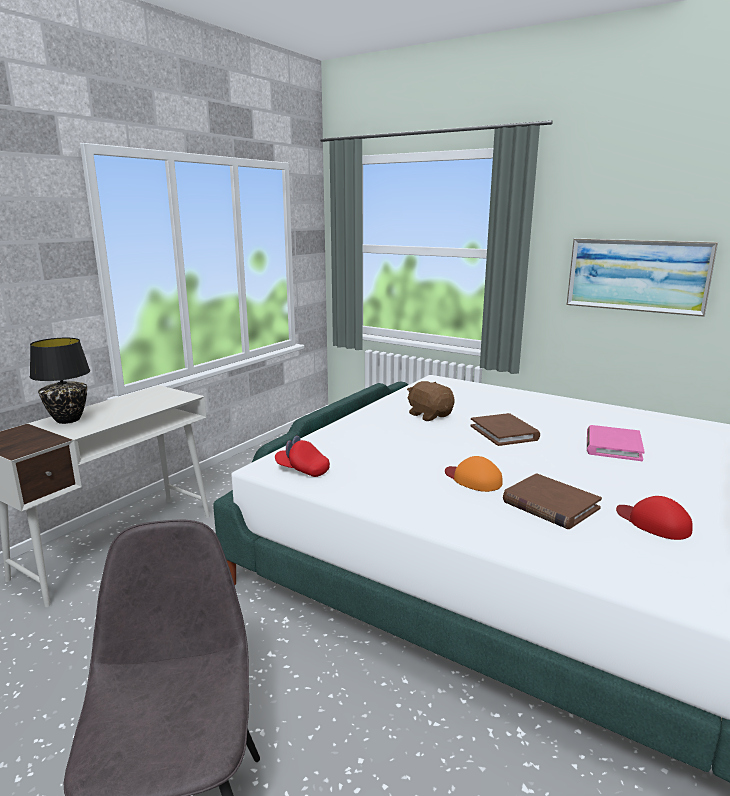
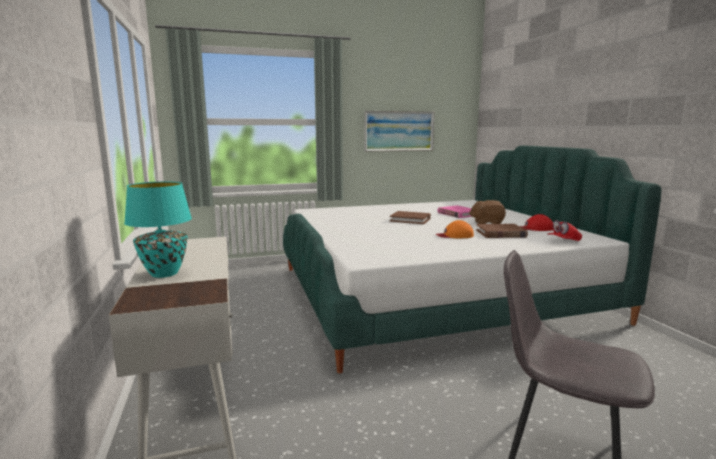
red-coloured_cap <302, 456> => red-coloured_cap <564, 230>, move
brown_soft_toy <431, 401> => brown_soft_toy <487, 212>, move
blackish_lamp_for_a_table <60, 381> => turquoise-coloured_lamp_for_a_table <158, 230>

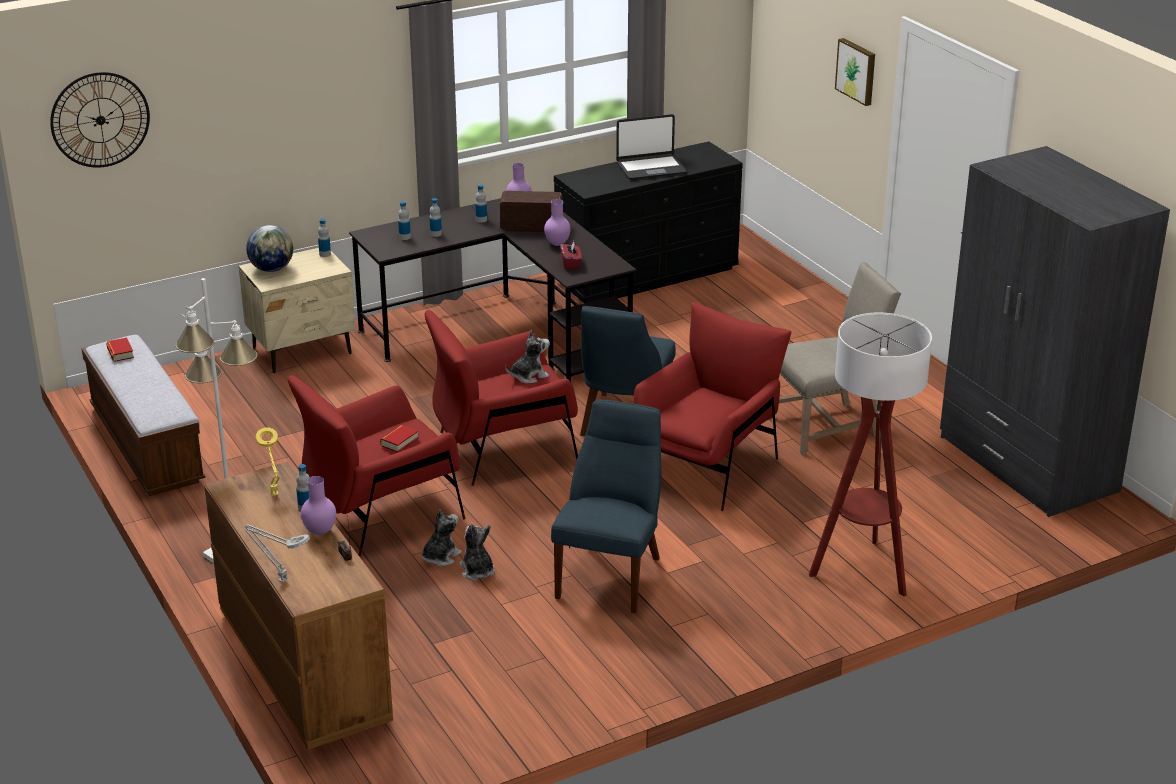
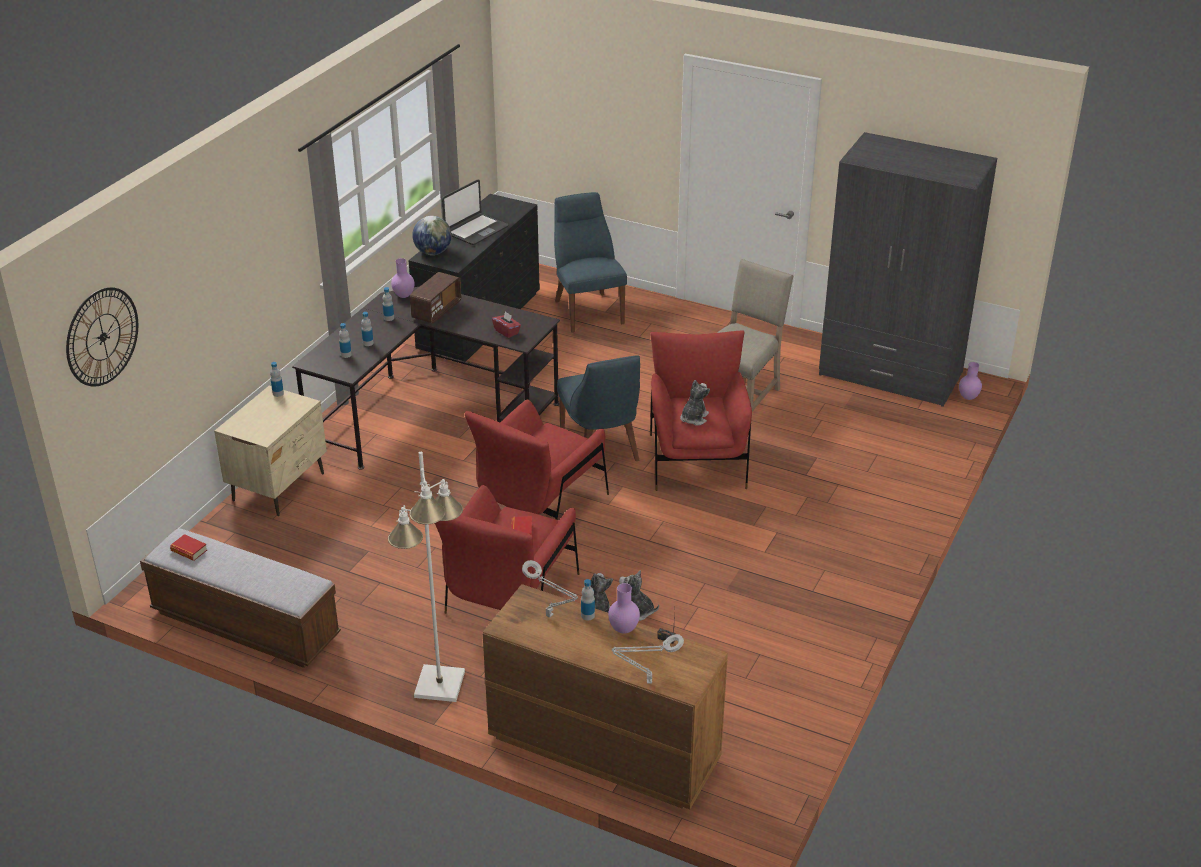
standard_lamp <870, 455> => nothing
picture <855, 72> => nothing
world_globe <269, 248> => world_globe <431, 235>, move
soft_toy <527, 357> => soft_toy <695, 403>, move
purplish_vase <557, 222> => purplish_vase <970, 381>, move
bluish_plain_chair <606, 507> => bluish_plain_chair <590, 262>, move
yellow_lamp_for_a_table <268, 461> => gray_lamp_for_a_table <550, 589>
radio_receiver <531, 211> => radio_receiver <435, 297>, 150 degrees clockwise

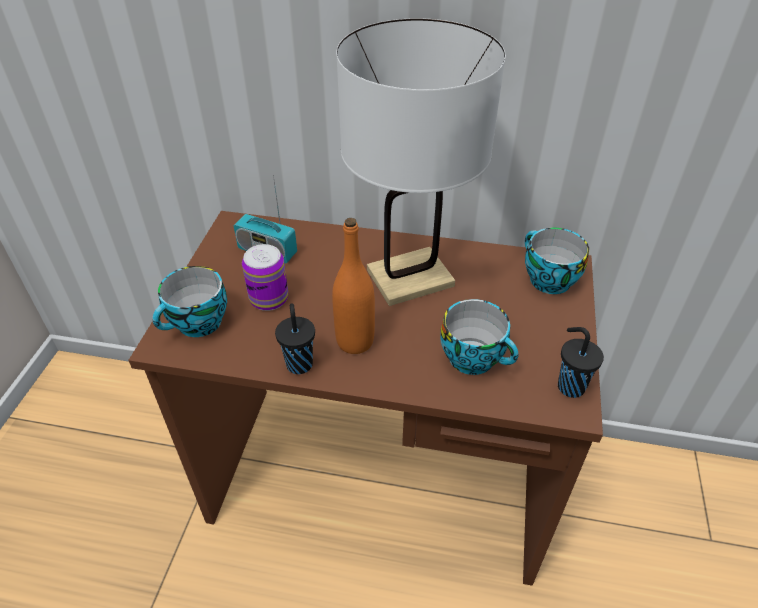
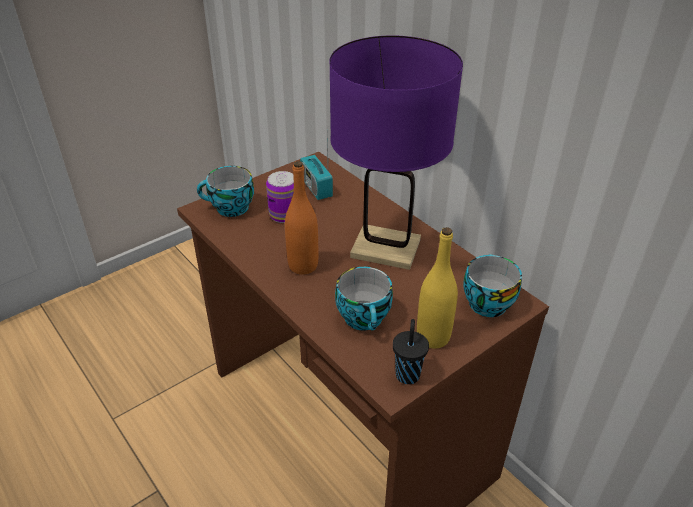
blackish_drinking_cup <295, 338> => nothing
nothing => yellow_beverage_bottle <437, 288>
white-coloured_lamp_for_a_table <421, 162> => purplish_lamp_for_a_table <396, 153>

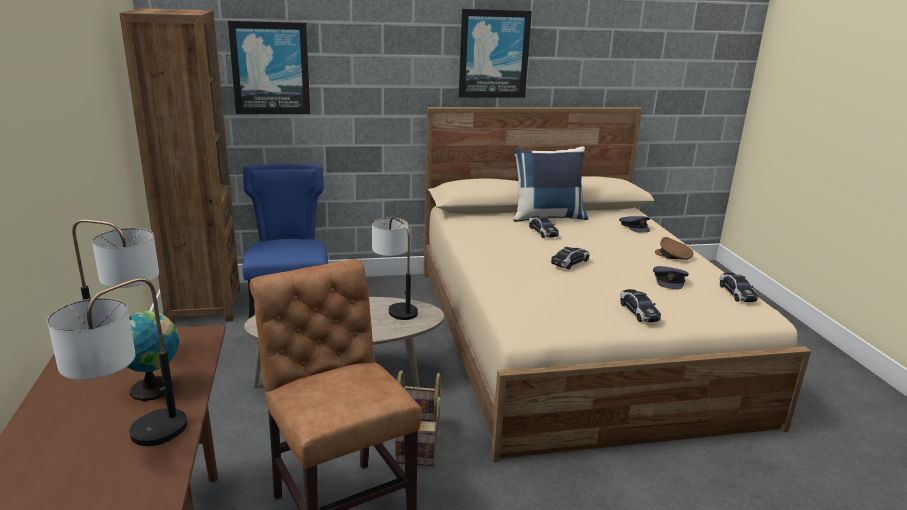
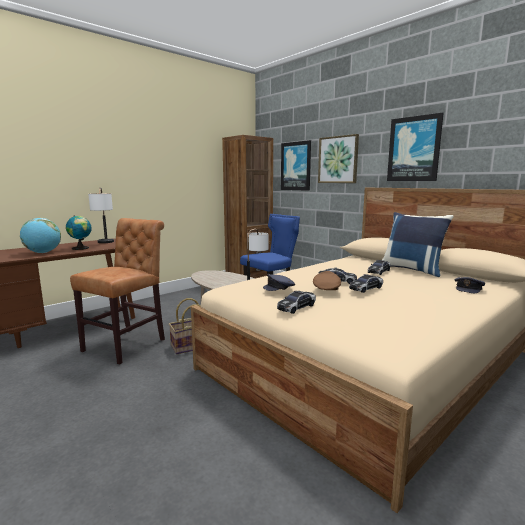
nothing => picture <338, 158>
gray_cap <671, 277> => gray_cap <279, 282>, move
brown_cap <674, 248> => brown_cap <327, 280>, move
miniature_car <738, 287> => miniature_car <366, 283>, move
lamp_for_a_table <117, 362> => world_globe <40, 235>

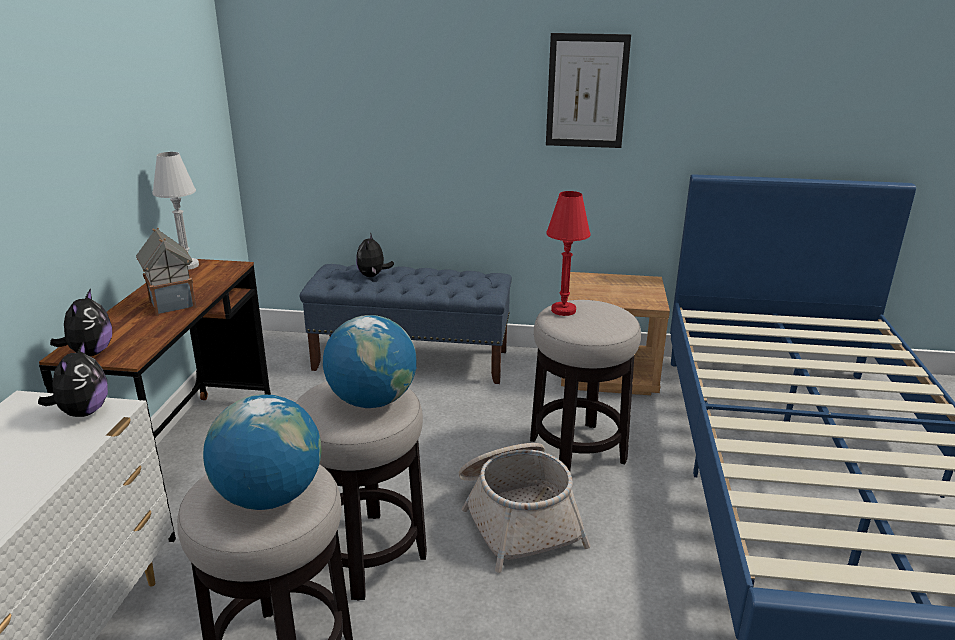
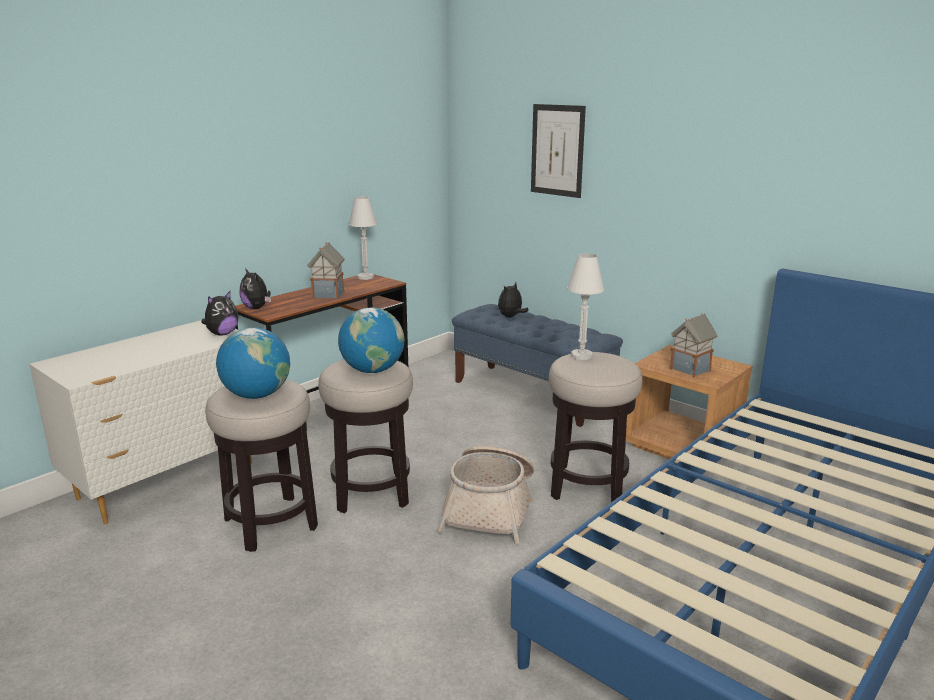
nothing => model_house <694, 345>
picture <588, 90> => picture <558, 151>, move
red-coloured_lamp_for_a_table <568, 253> => white-coloured_lamp_for_a_table <585, 306>
soft_toy <81, 322> => soft_toy <255, 288>, 105 degrees clockwise

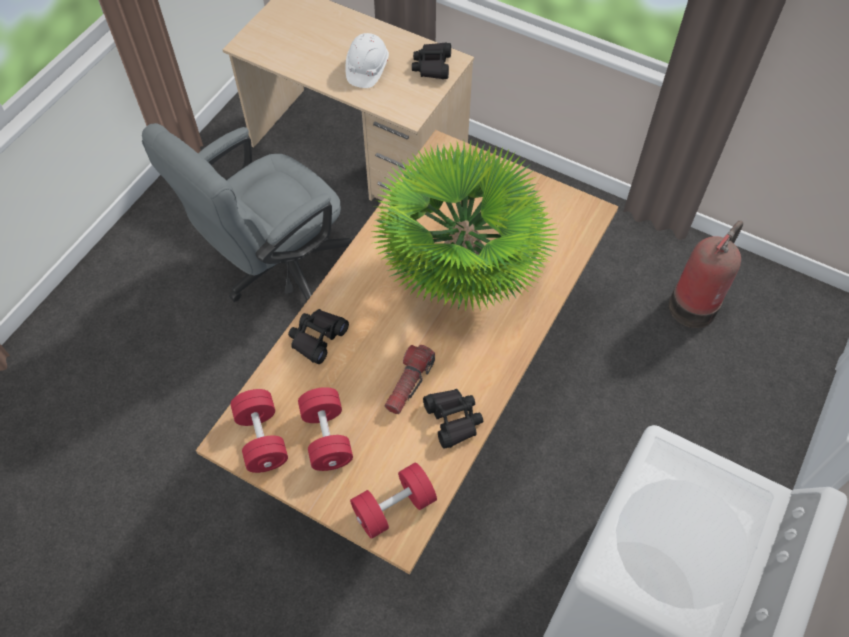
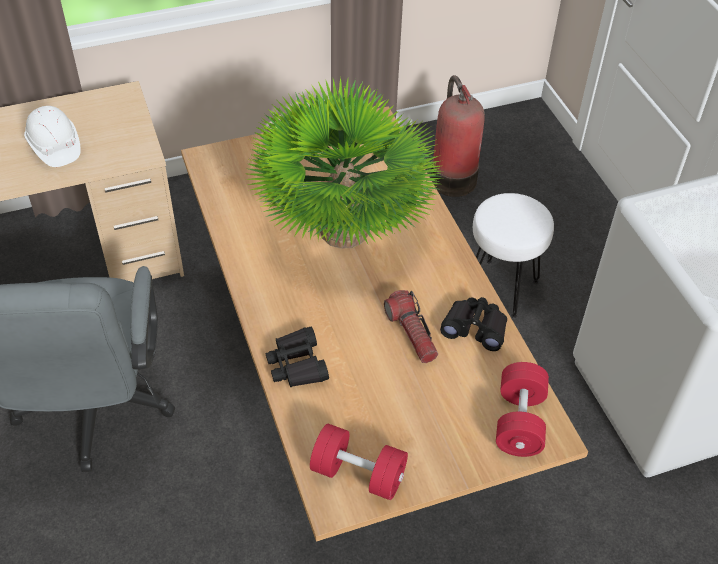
red-coloured_dumbbell <325, 429> => nothing
blackish_pair_of_binoculars <431, 60> => nothing
nothing => white-coloured_sitting_stool <513, 255>

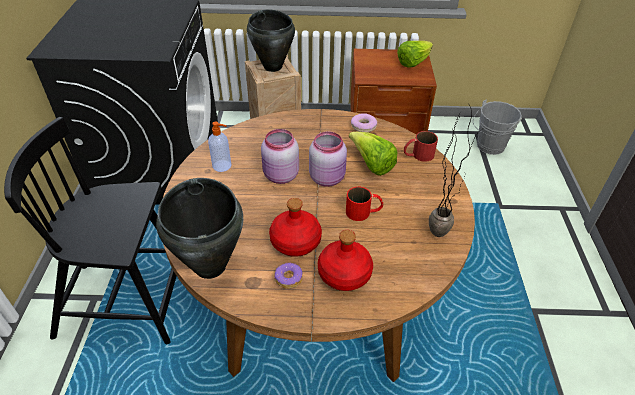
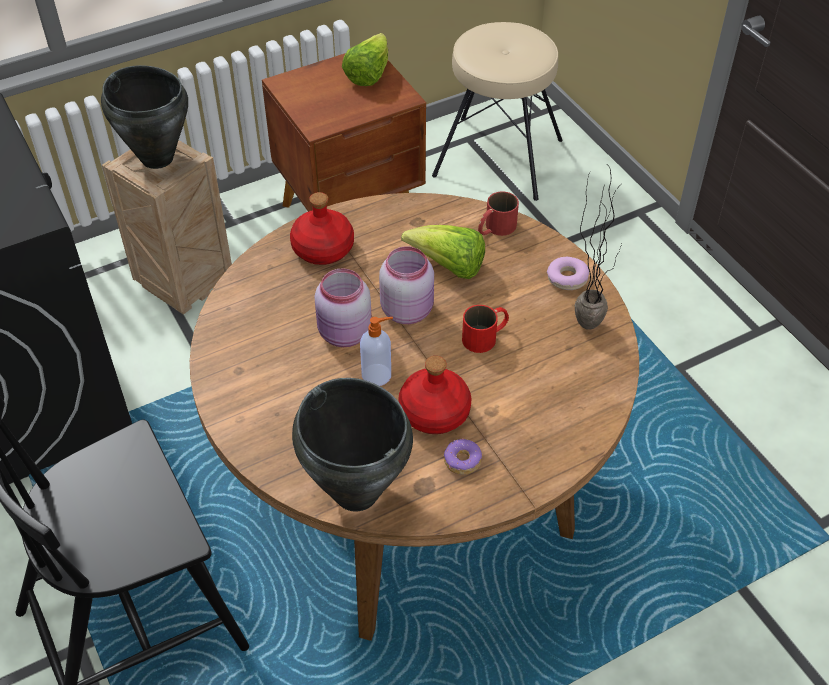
liquid_soap_bottle <219, 147> => liquid_soap_bottle <376, 351>, move
red-coloured_beverage_bottle <345, 260> => red-coloured_beverage_bottle <322, 228>, move
donut <364, 122> => donut <568, 273>, move
gray_bucket <497, 127> => beige-coloured_sitting_stool <497, 111>

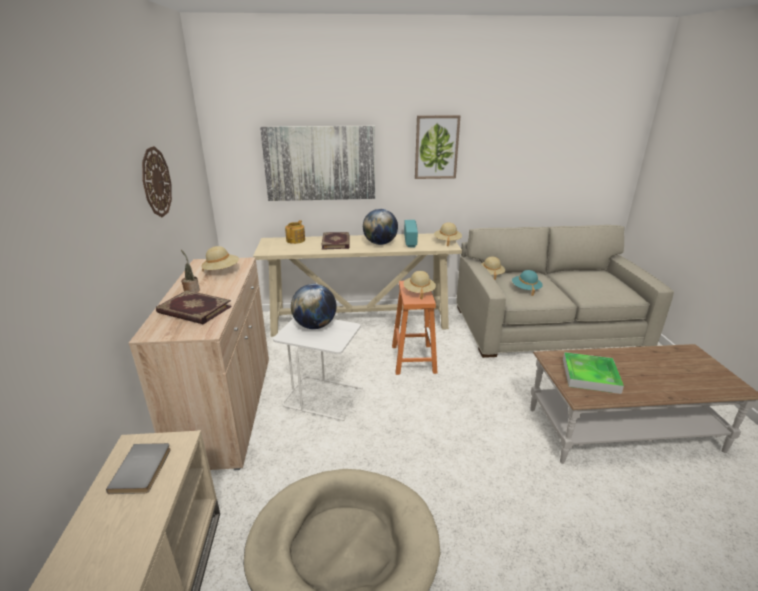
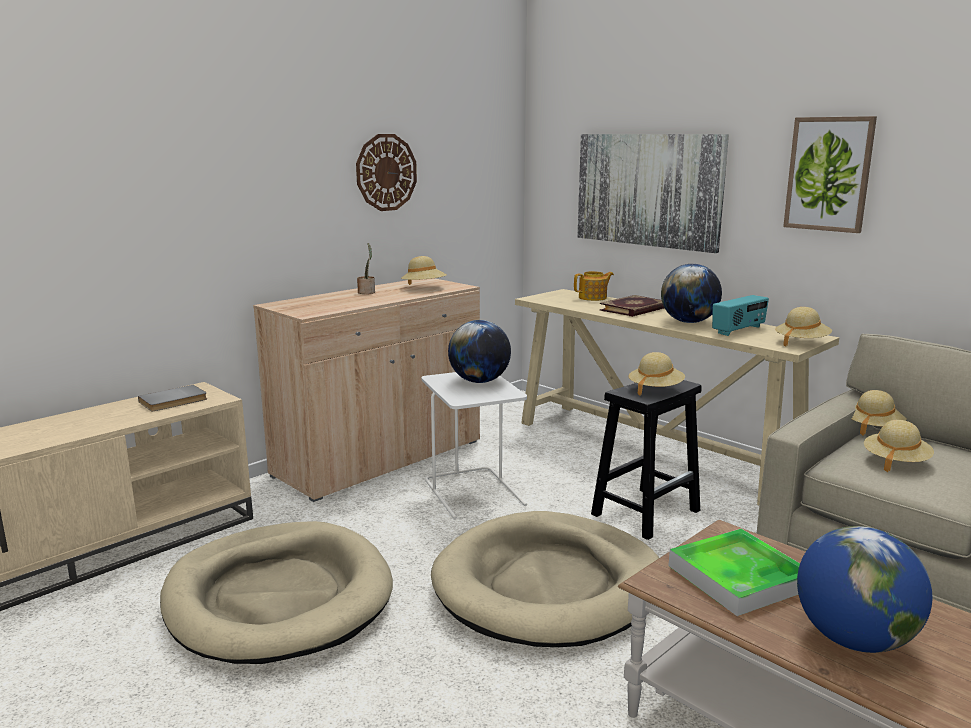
bound_book <194, 307> => nothing
nothing => beige-coloured_pet_bed <545, 579>
nothing => world_globe <864, 589>
orangey_sitting_stool <414, 328> => blackish_sitting_stool <646, 460>
turquoise-coloured_hat <527, 283> => beige-coloured_hat <899, 446>

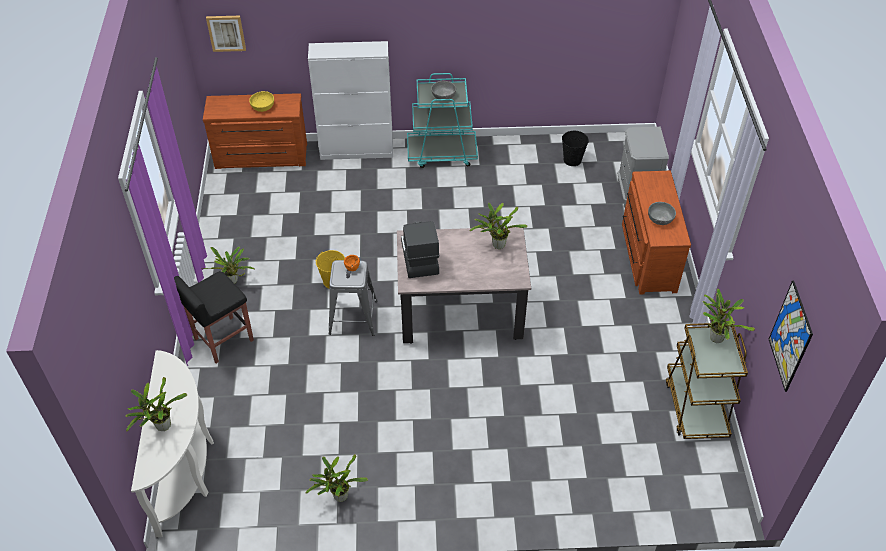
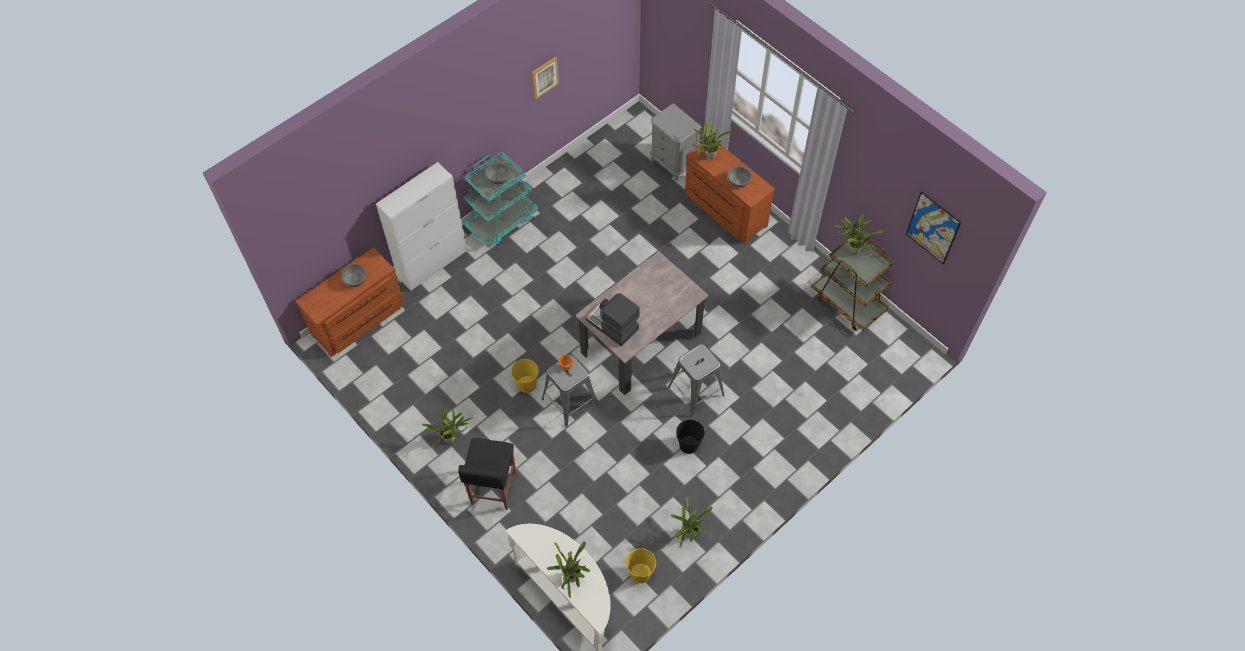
nothing => yellow_bucket <641, 565>
nothing => gray_sitting_stool <696, 380>
picture <226, 34> => picture <545, 78>, move
plant_in_a_pot <499, 226> => plant_in_a_pot <713, 139>, move
blackish_bucket <575, 148> => blackish_bucket <690, 437>, move
yellow_bowl <261, 101> => gray_bowl <353, 275>

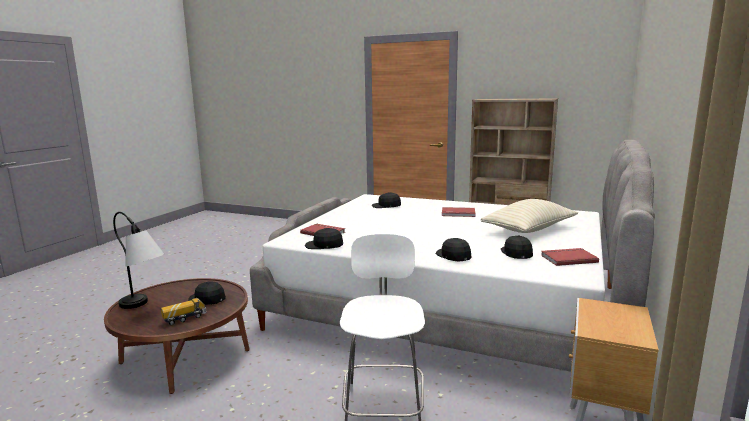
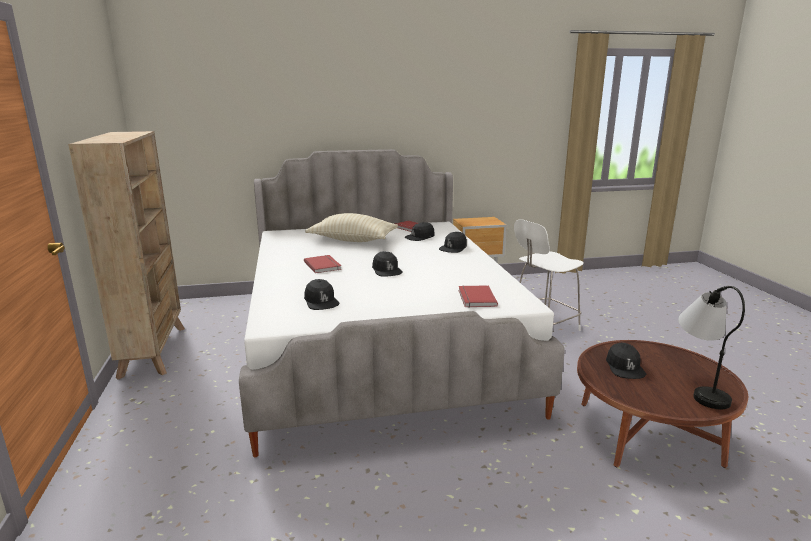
model_truck <183, 311> => nothing
blackish_cap <324, 238> => blackish_cap <387, 264>, move

